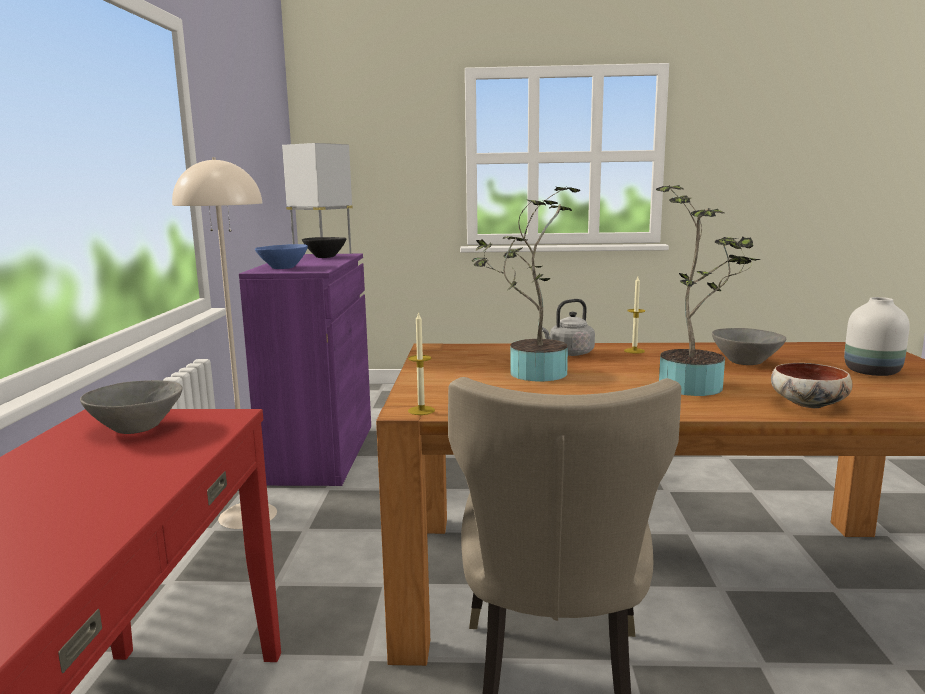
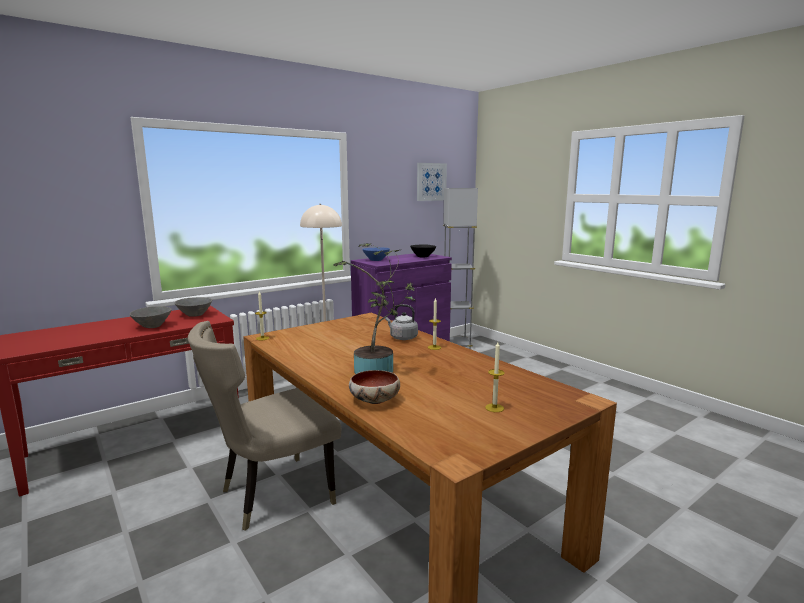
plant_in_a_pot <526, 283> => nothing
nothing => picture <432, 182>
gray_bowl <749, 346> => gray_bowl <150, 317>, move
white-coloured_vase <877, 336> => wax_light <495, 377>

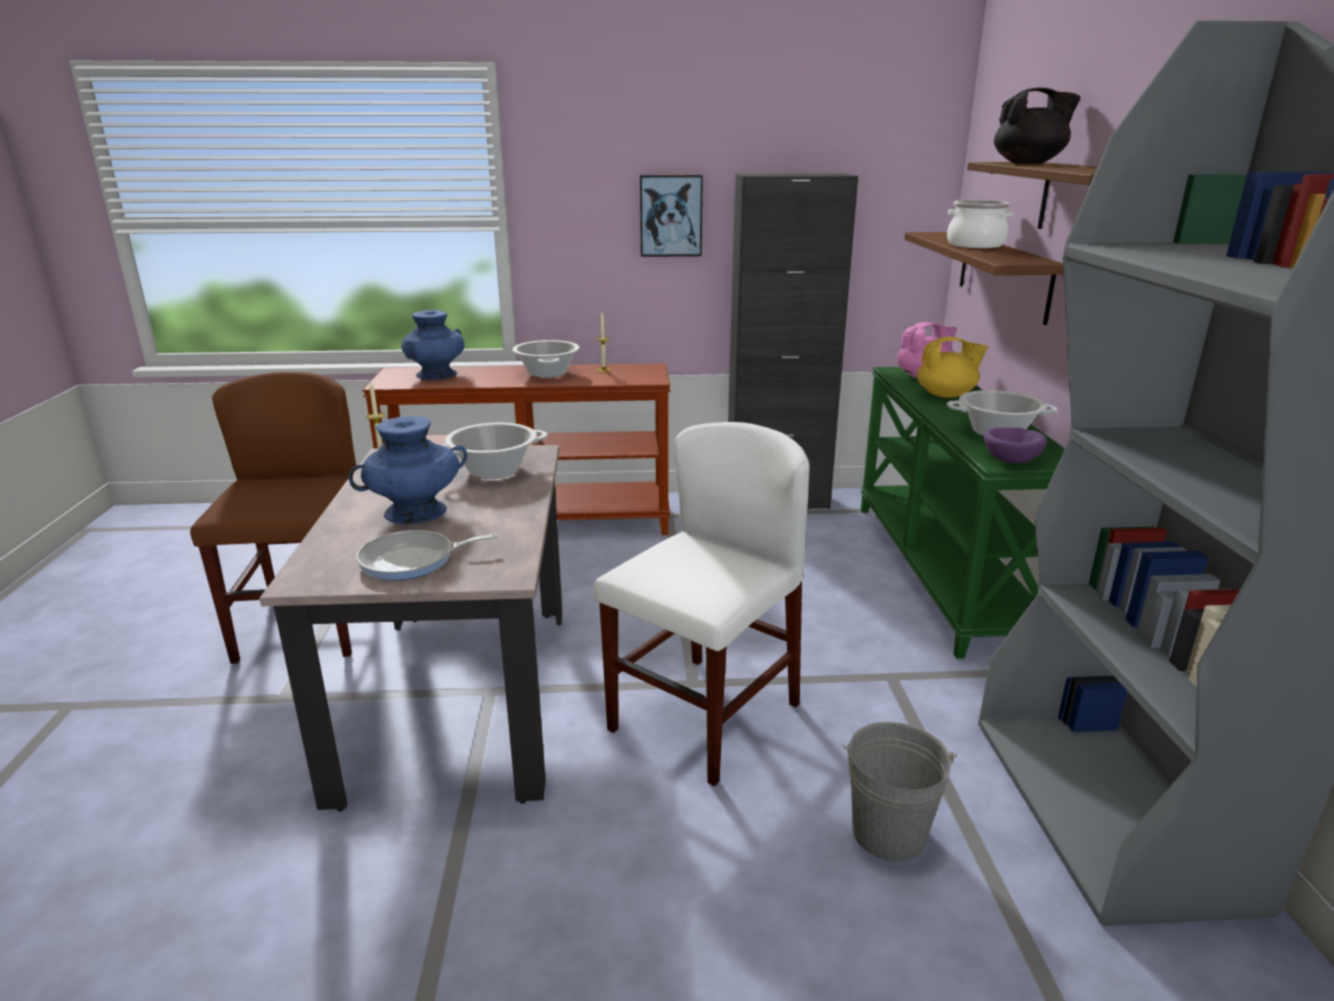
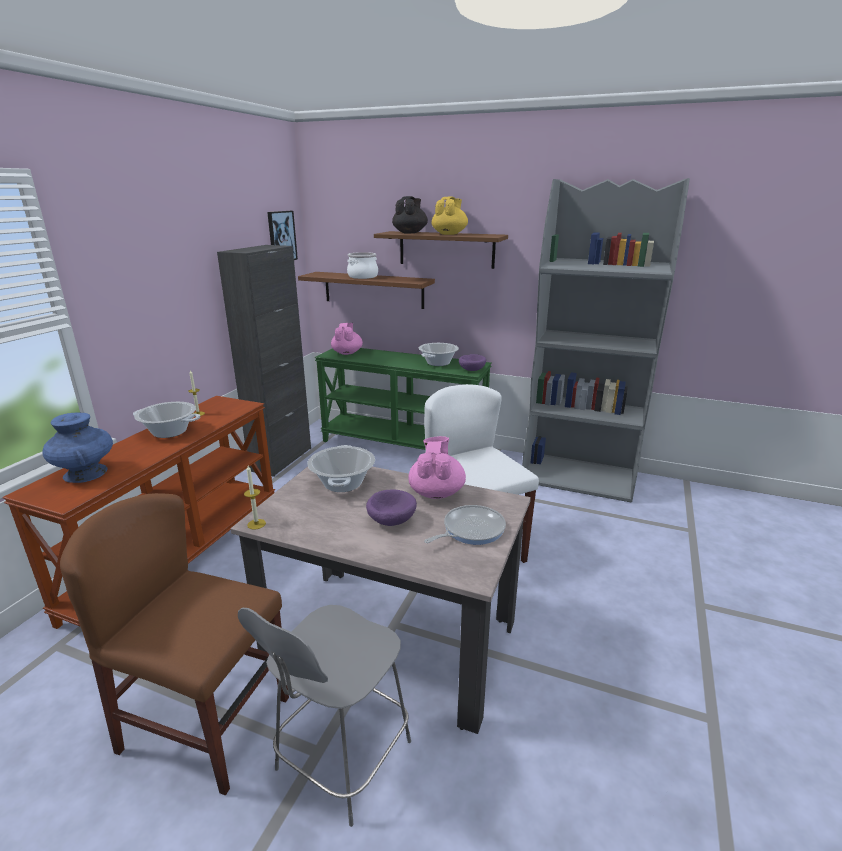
gray_bucket <899, 791> => nothing
nothing => gray_sitting_stool <324, 716>
nothing => pink_teapot <437, 467>
picture <671, 216> => picture <282, 235>, move
yellow_teapot <952, 367> => yellow_teapot <450, 215>, move
bluish_vase <408, 470> => purplish_bowl <391, 508>
skillet <427, 555> => skillet <465, 525>, 135 degrees counterclockwise

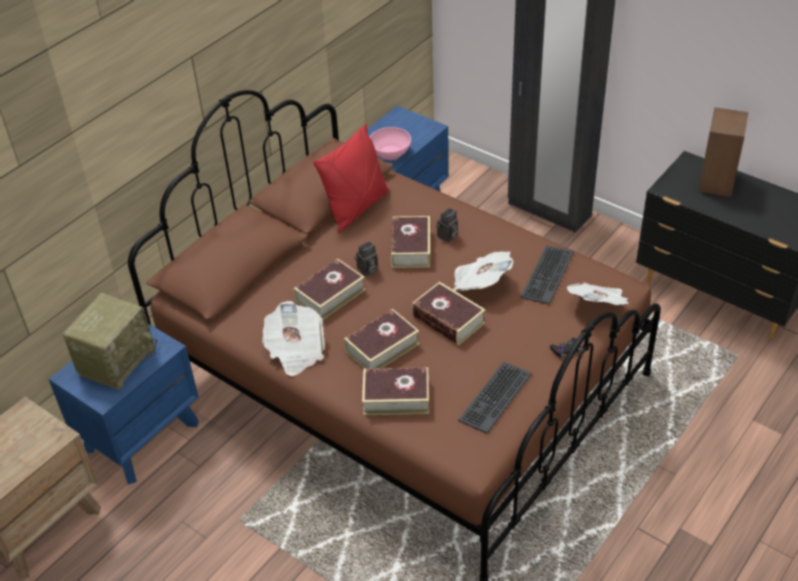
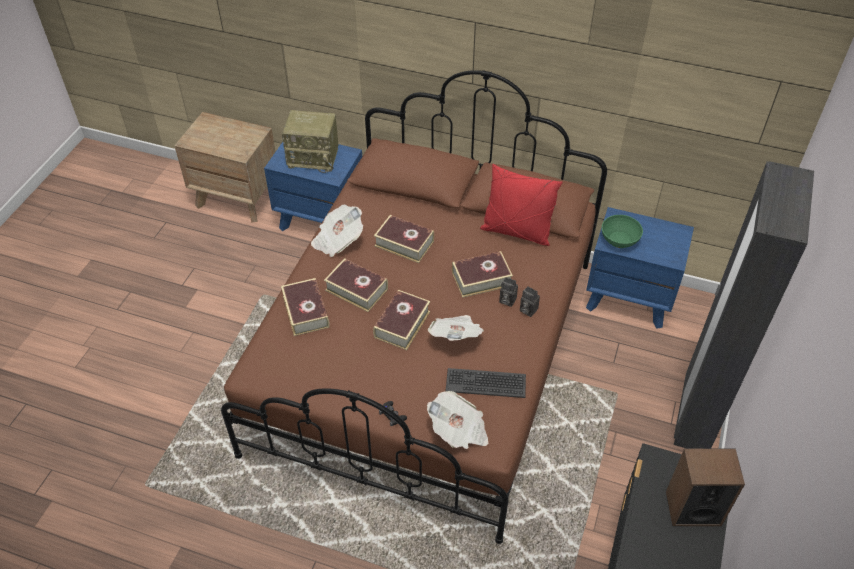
PC_keyboard <495, 397> => nothing
still_camera <366, 258> => still_camera <530, 301>, move
pink_bowl <390, 143> => greenish_bowl <622, 231>

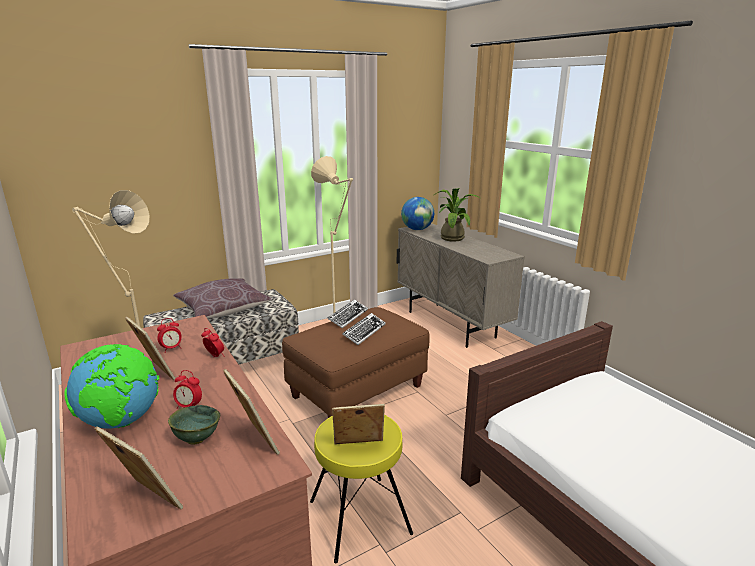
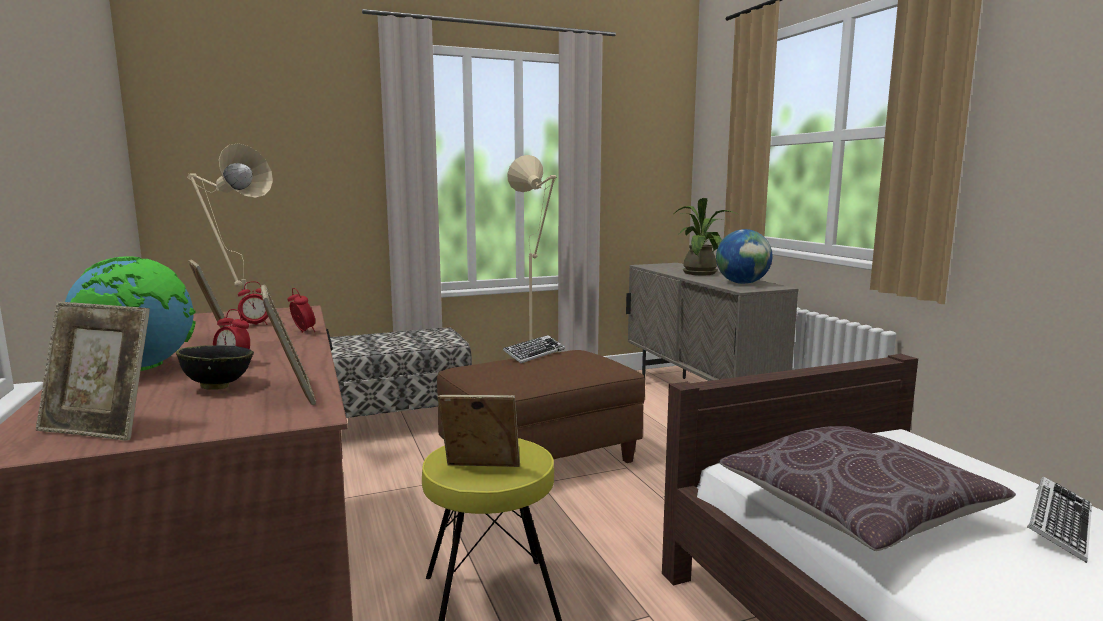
brown_throw_pillow <222, 298> => brown_throw_pillow <867, 488>, move
PC_keyboard <364, 329> => PC_keyboard <1059, 519>, move
world_globe <417, 213> => world_globe <744, 256>, move
greenish_bowl <194, 425> => blackish_bowl <215, 367>
photo_frame <138, 467> => photo_frame <93, 371>, 150 degrees clockwise

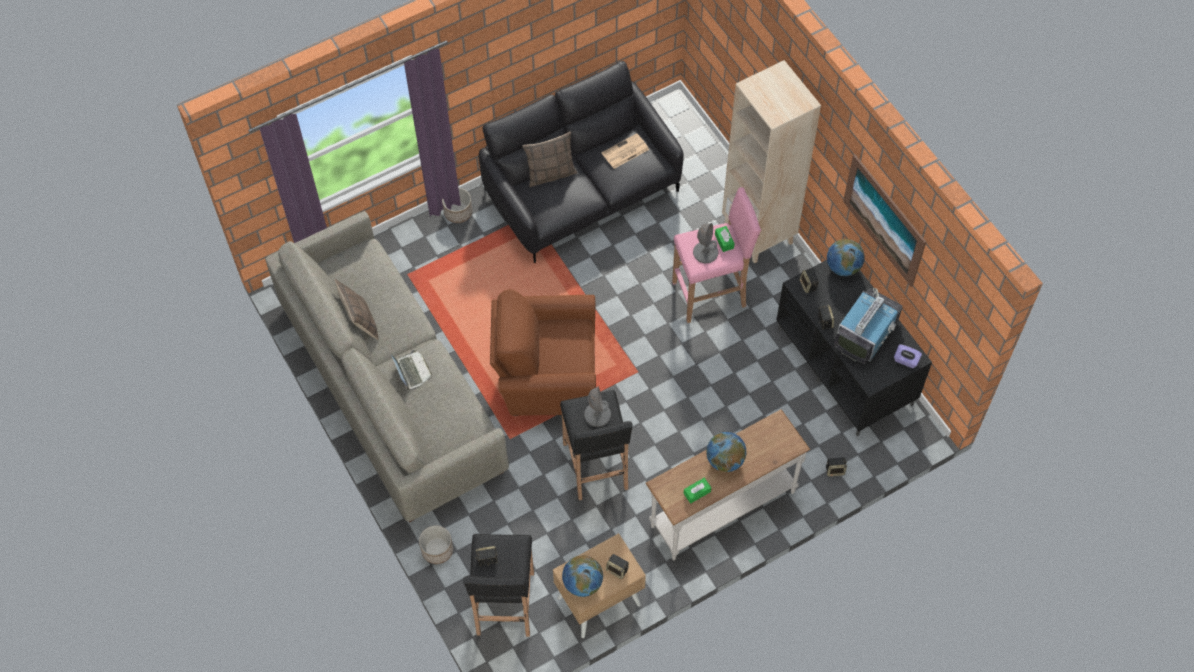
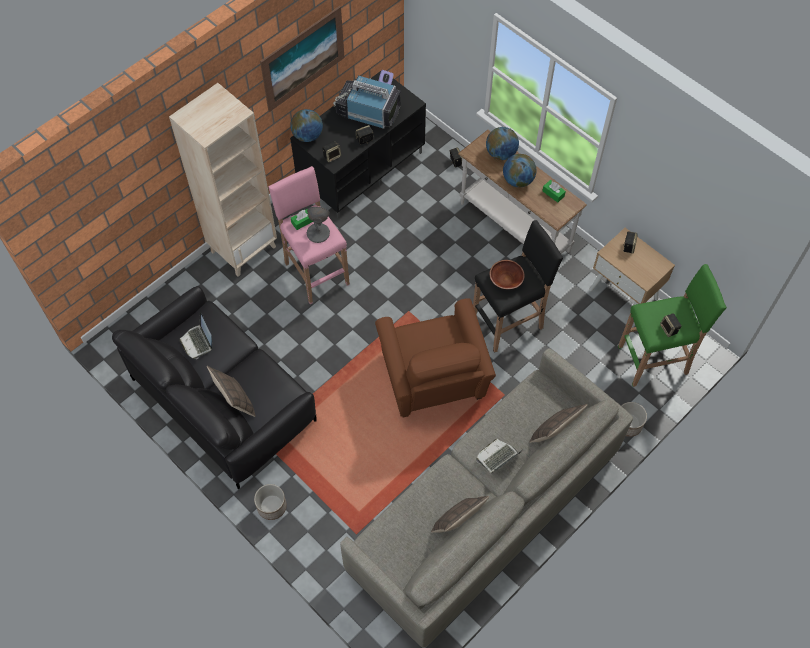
nothing => throw_pillow <558, 423>
world_globe <582, 576> => world_globe <502, 143>, move
gray_lamp_for_a_table <597, 407> => brown_bowl <507, 274>
printed_paper <625, 151> => notebook_computer <195, 335>
blackish_sitting_stool <498, 585> => greenish_sitting_stool <672, 325>

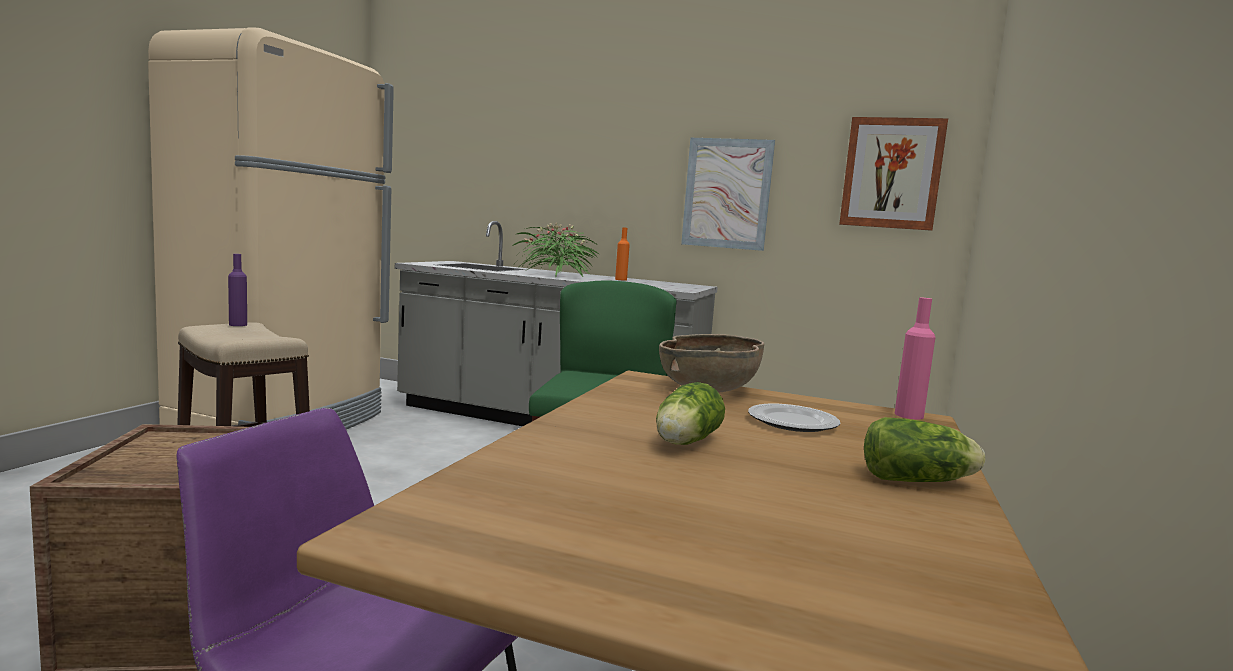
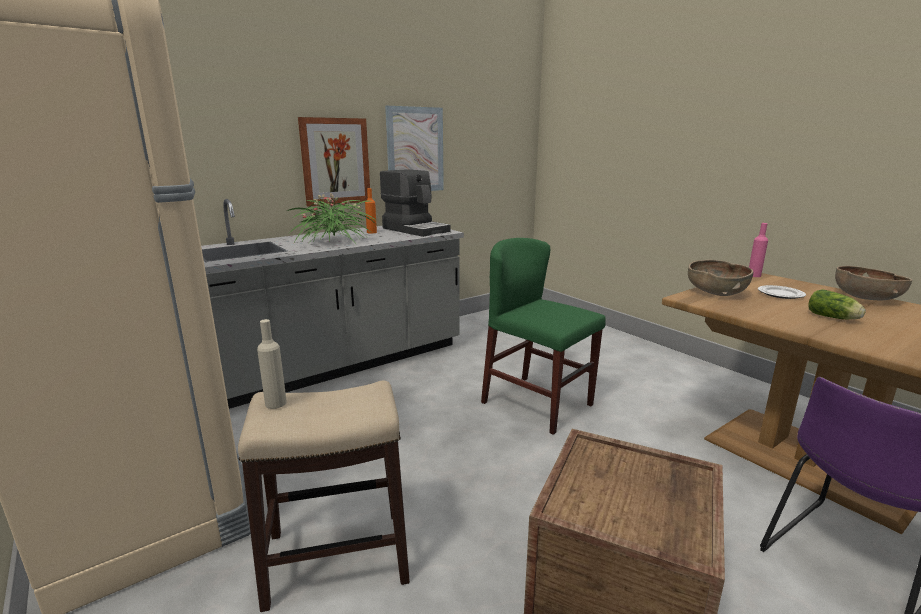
nothing => coffee_maker <415, 203>
picture <893, 174> => picture <334, 162>, move
head_of_lettuce <924, 449> => brown_bowl <873, 283>
purplish_beverage_bottle <237, 290> => beige-coloured_beverage_bottle <272, 364>

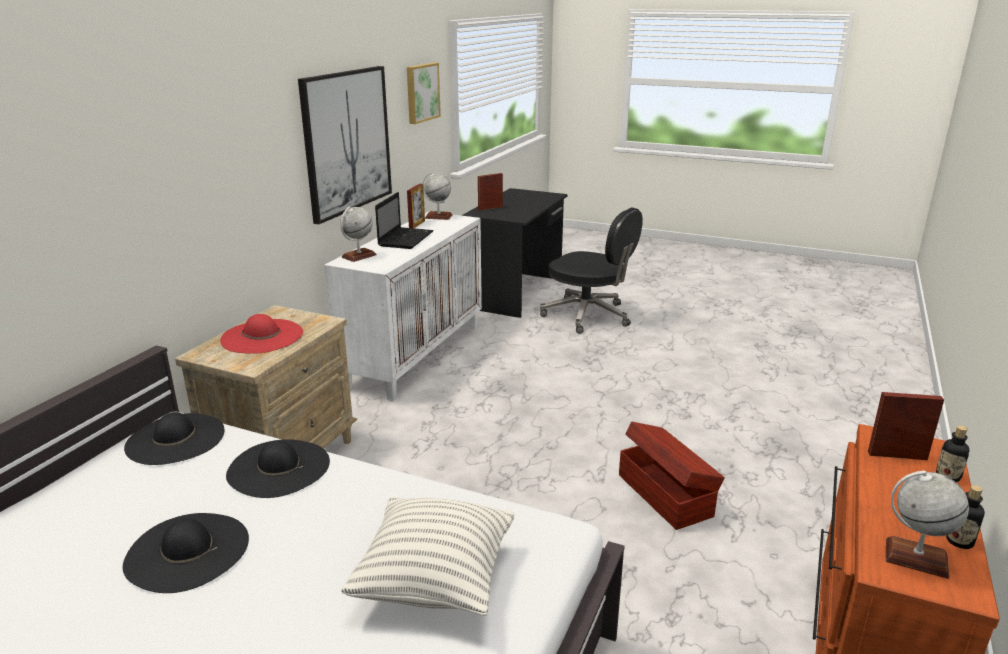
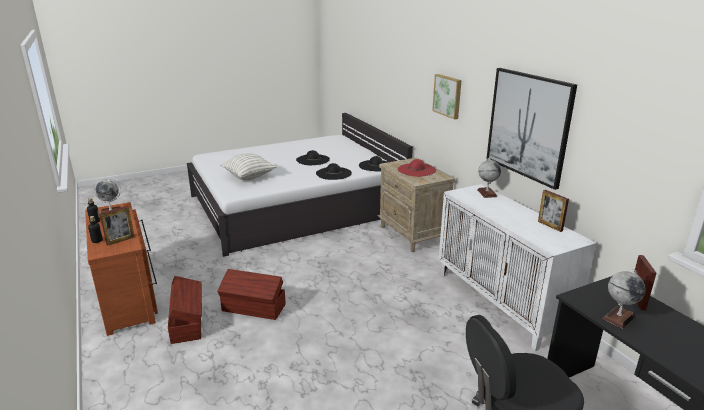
notebook_computer <404, 220> => nothing
nothing => brown_storage_container <185, 310>
picture <424, 93> => picture <446, 96>, move
world_globe <437, 196> => world_globe <624, 299>, move

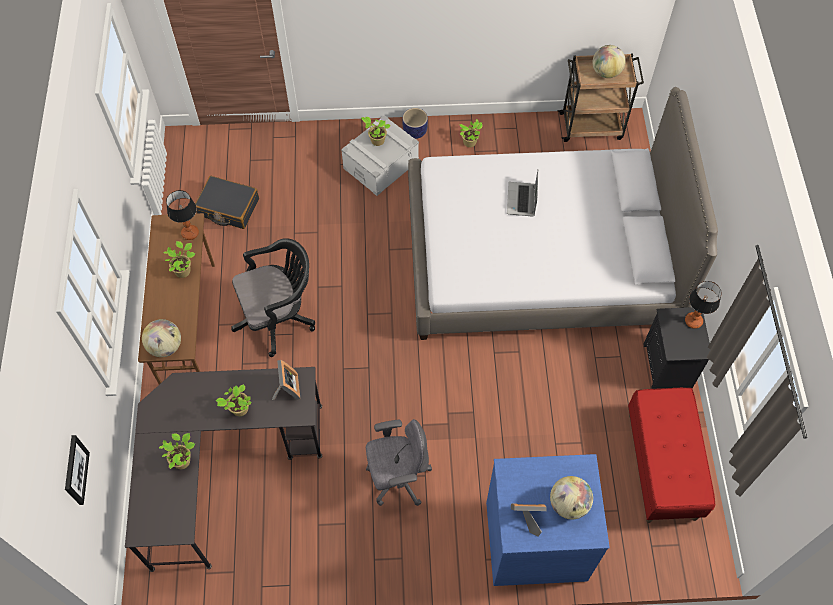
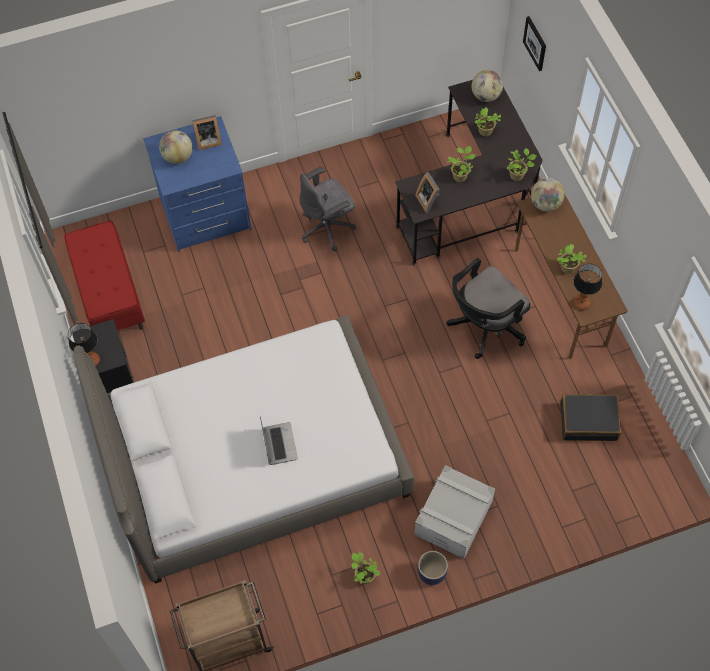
plant_in_a_pot <376, 131> => plant_in_a_pot <522, 164>, move
world_globe <609, 61> => world_globe <487, 86>, move

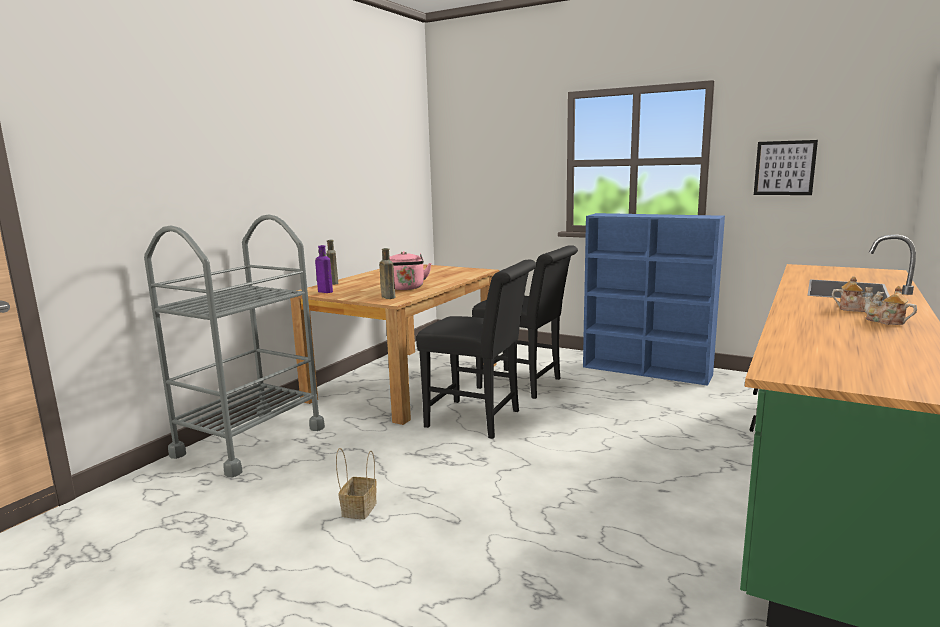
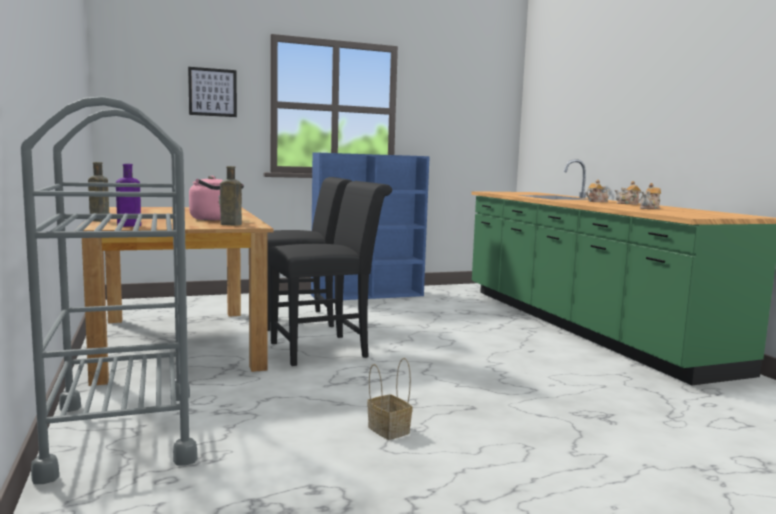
nothing => teapot <650, 196>
picture <786, 167> => picture <212, 92>, move

